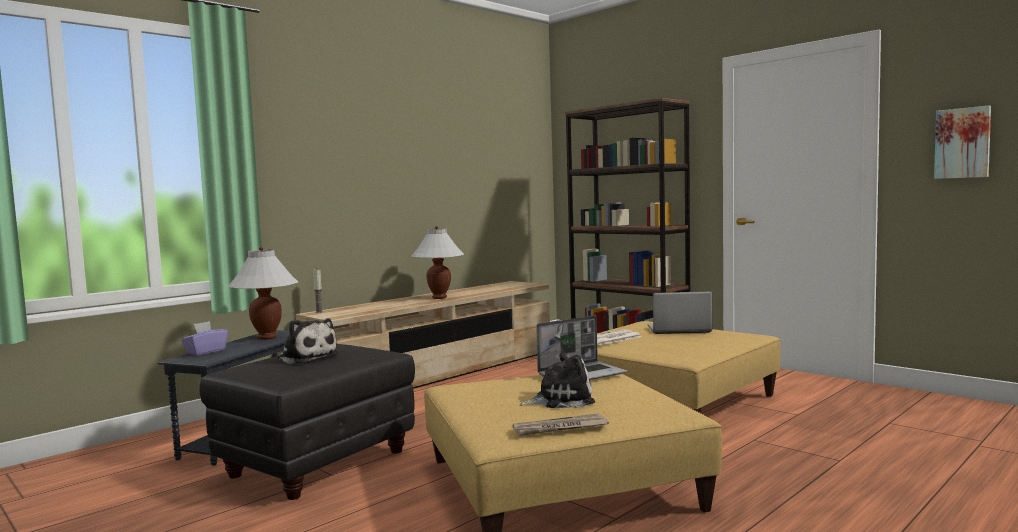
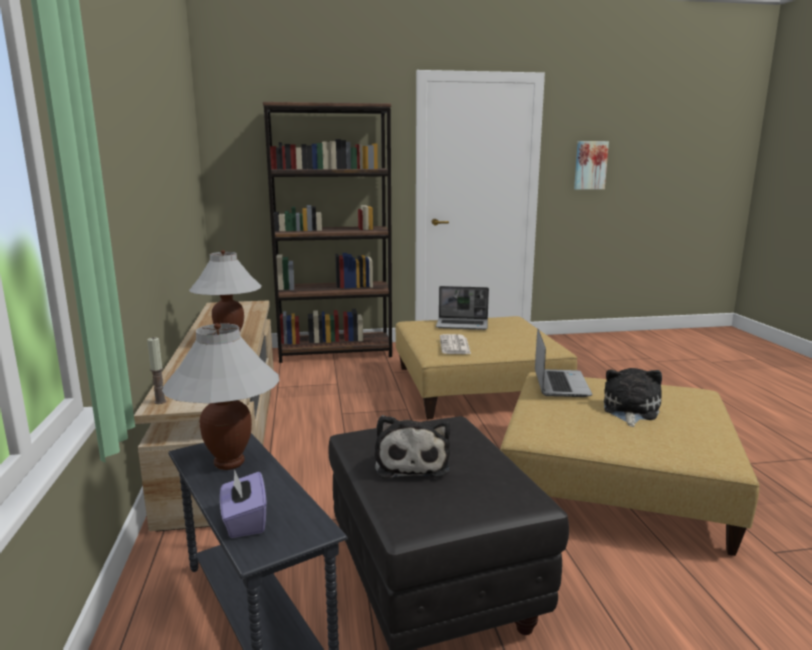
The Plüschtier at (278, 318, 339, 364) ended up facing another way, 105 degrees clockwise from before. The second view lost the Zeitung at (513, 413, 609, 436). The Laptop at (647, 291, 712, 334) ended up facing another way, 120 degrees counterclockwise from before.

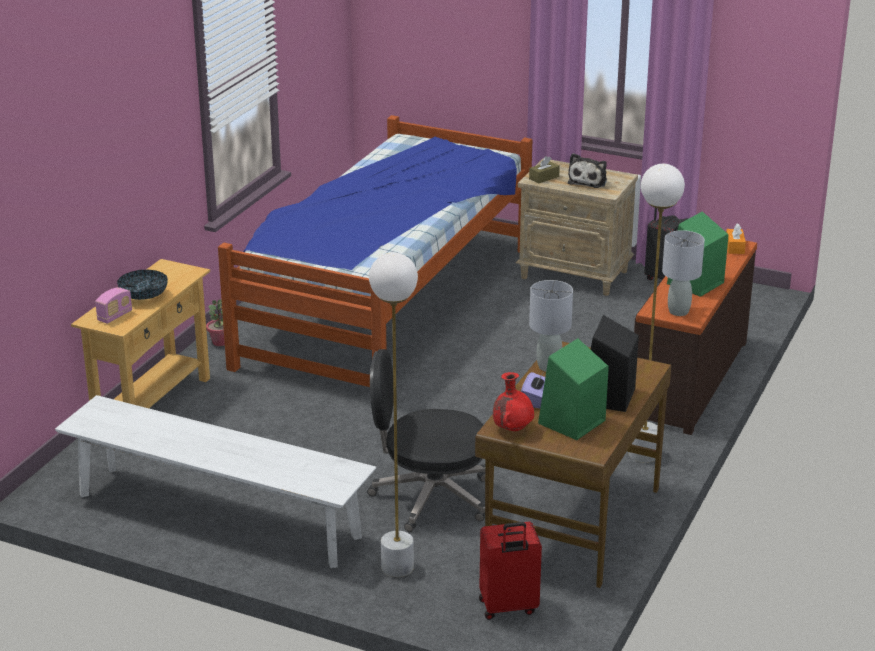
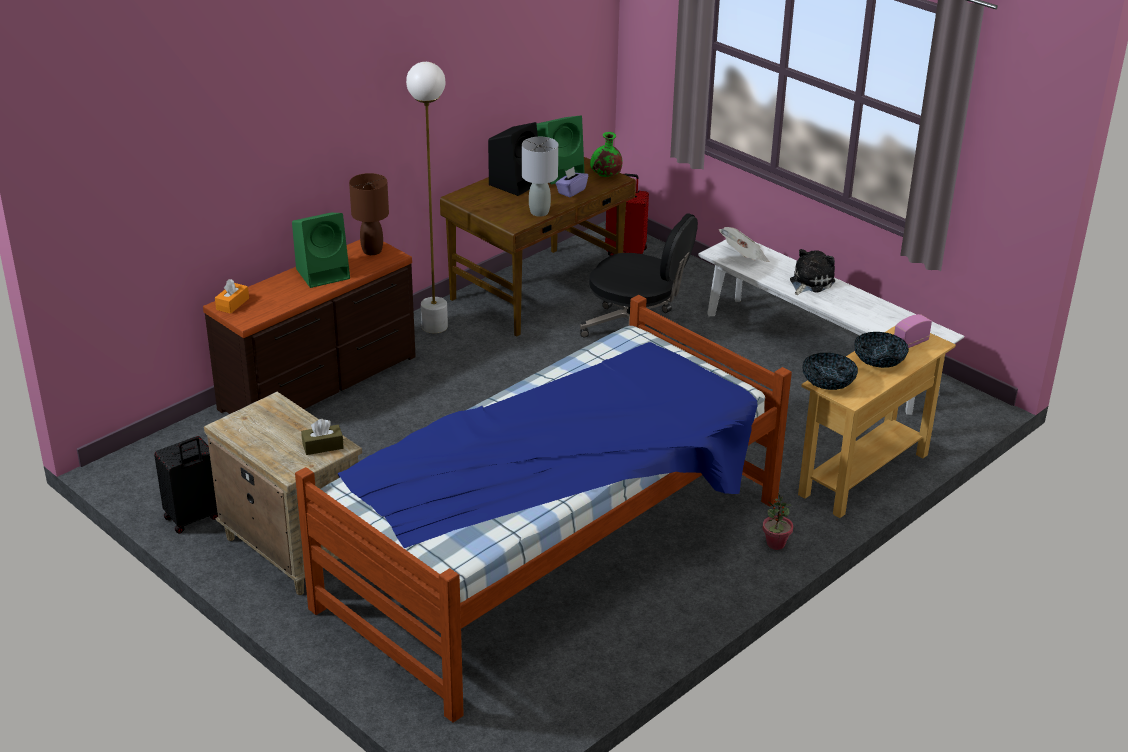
The second view lost the Stehlampe [weiß] at (369, 252, 418, 577). What was the Vase [rot] at (493, 372, 534, 431) turned into the Vase [grün] at (590, 132, 623, 177). The Plüschtier ended up elsewhere, having gone from (568, 153, 607, 188) to (790, 249, 835, 295). What was the Tischlampe [grau] at (662, 230, 705, 316) turned into the Tischlampe [braun] at (349, 173, 389, 255). The second view gained the Zeitung at (719, 227, 770, 262). The second view gained the Schüssel at (802, 353, 858, 390).

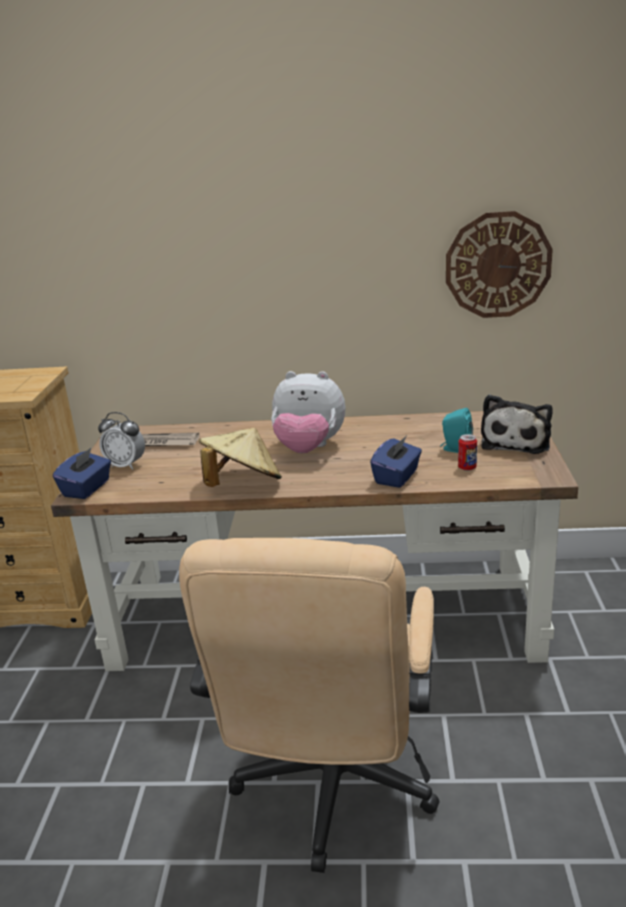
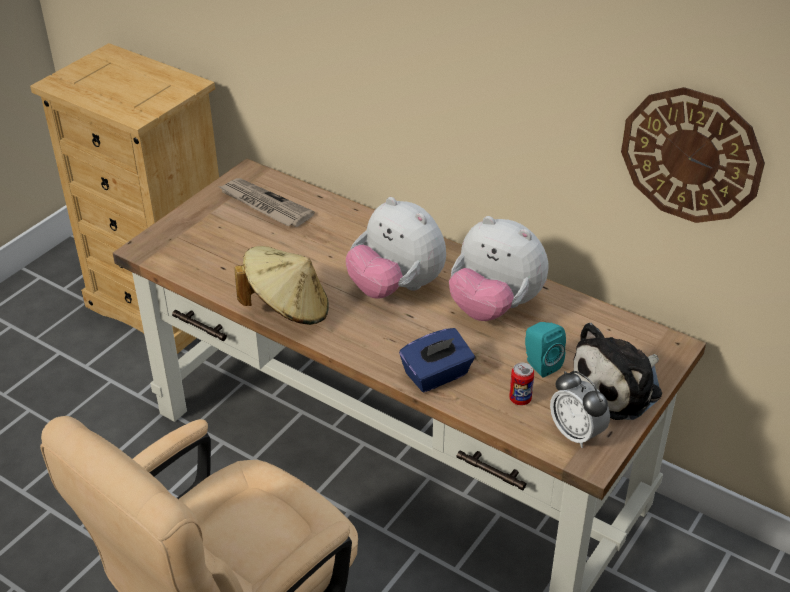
The second view lost the Taschentuchbox [blau] at (53, 448, 111, 499). The Wecker ended up elsewhere, having gone from (98, 412, 145, 470) to (550, 371, 610, 448). The second view gained the Plüschtier at (449, 216, 548, 321).

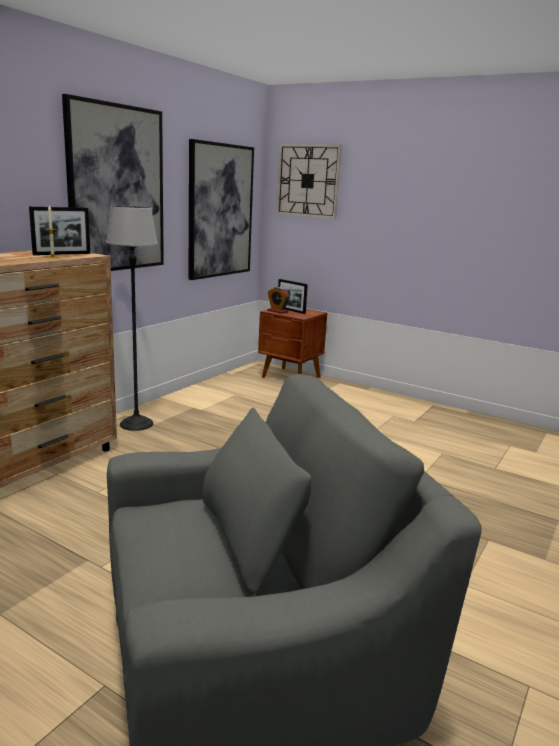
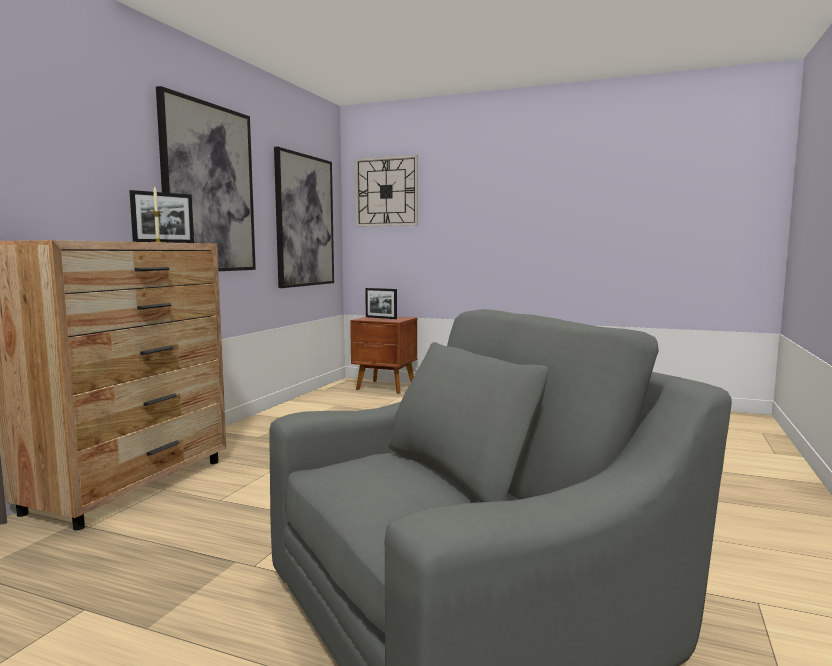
The second view lost the Stehlampe at (106, 206, 158, 431). The second view lost the Wecker at (268, 287, 290, 314).

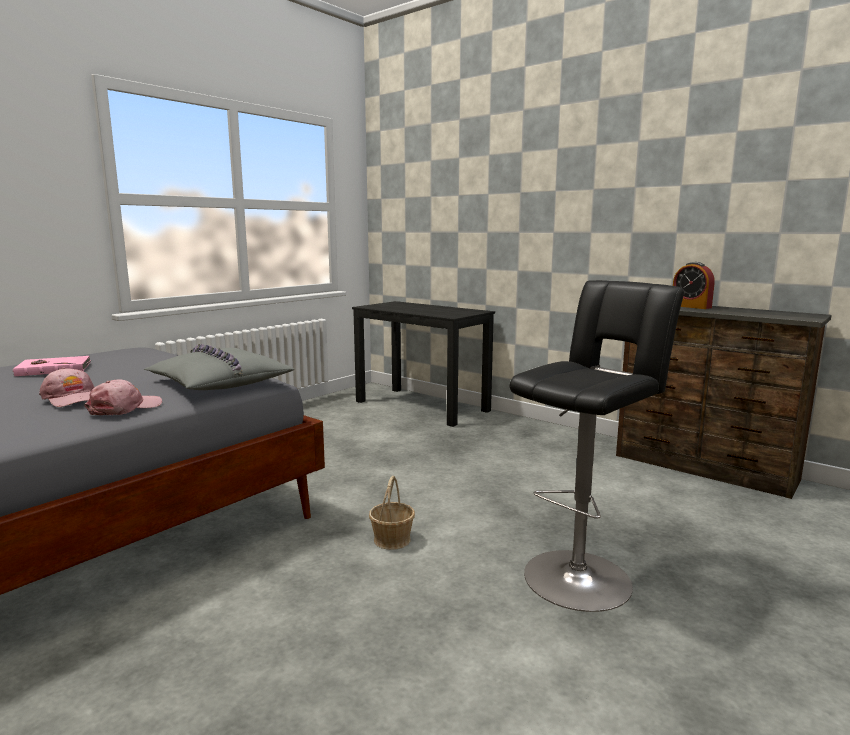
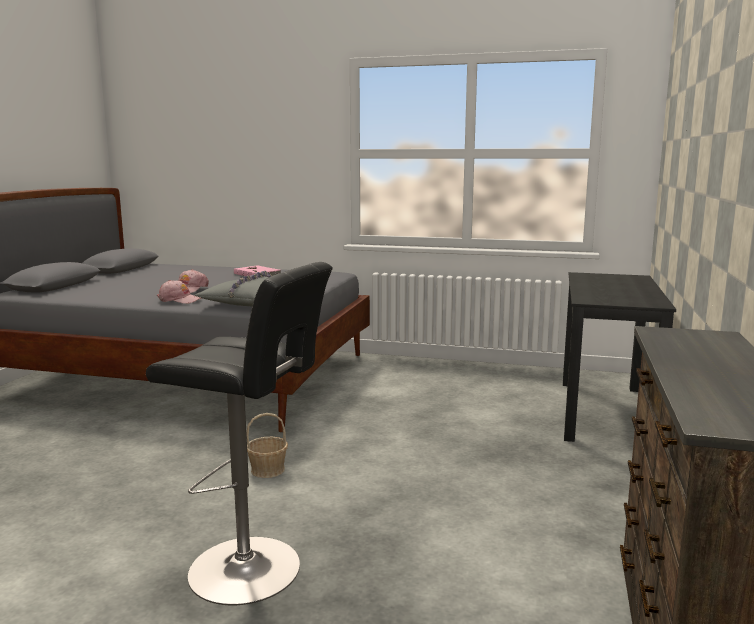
The second view lost the Wecker at (673, 262, 715, 309).

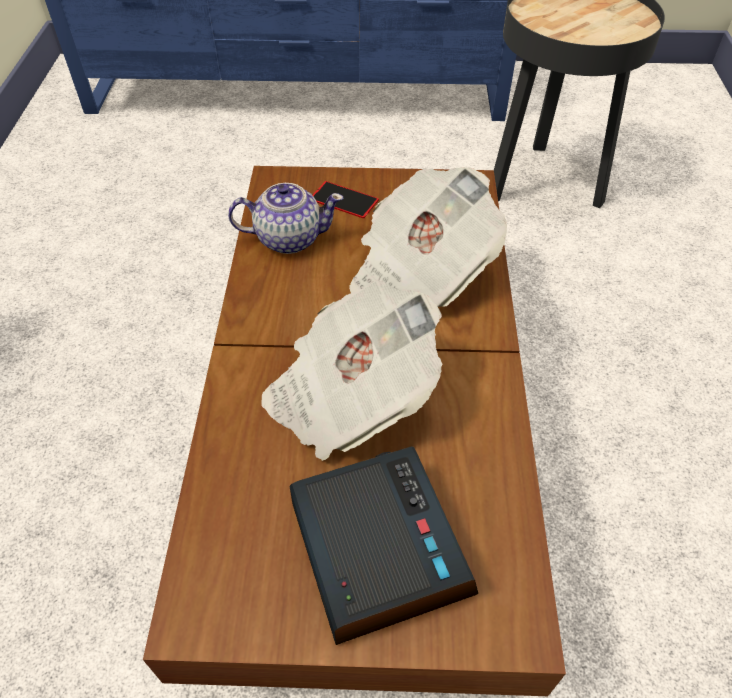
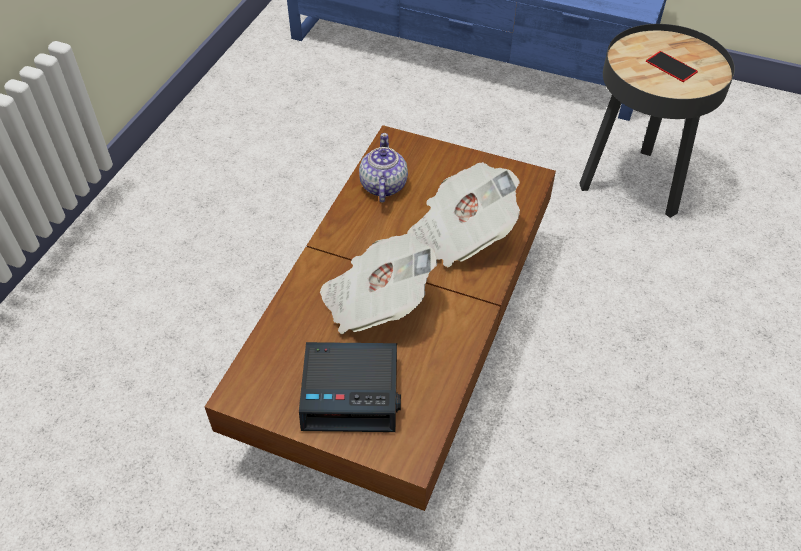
The Teekanne at (228, 183, 343, 254) ended up facing another way, 105 degrees counterclockwise from before. The Wecker at (289, 446, 478, 645) ended up facing another way, 90 degrees clockwise from before. The Handy ended up elsewhere, having gone from (313, 181, 379, 218) to (646, 51, 698, 82).

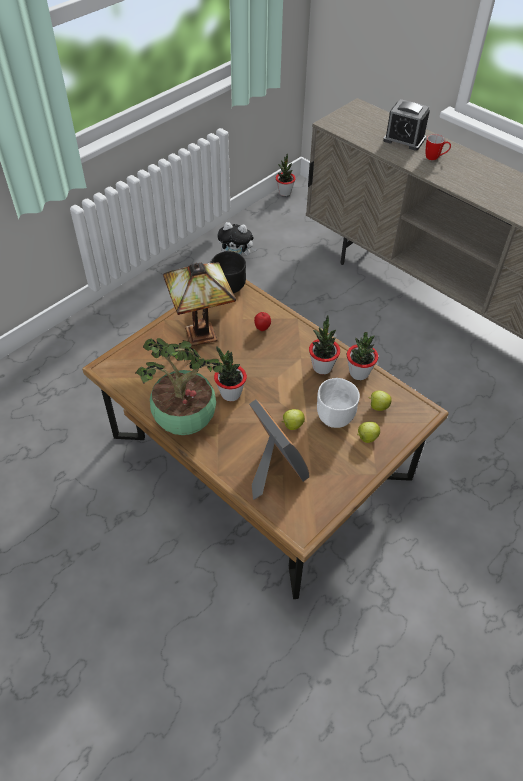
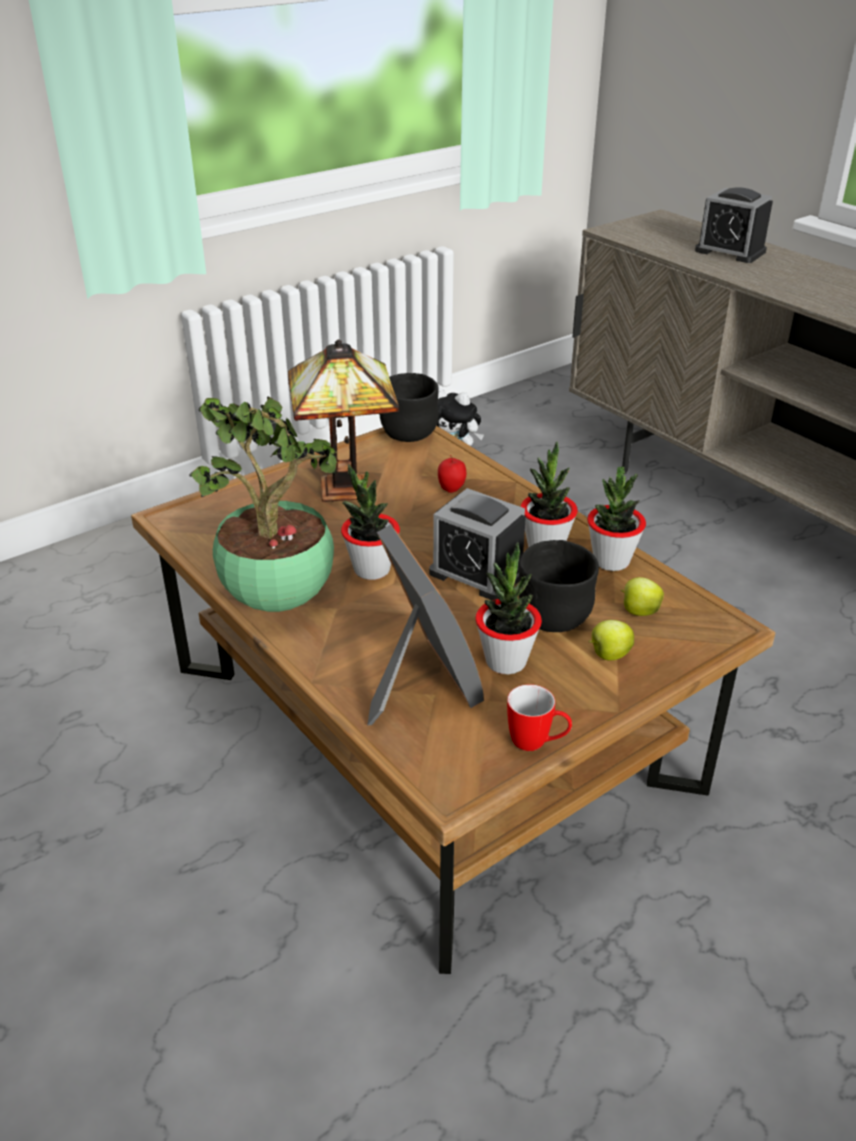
The Topfpflanze ended up elsewhere, having gone from (276, 154, 296, 196) to (475, 542, 542, 674). The second view lost the Apfel at (282, 409, 305, 430). What was the Schüssel [weiß] at (317, 378, 360, 428) turned into the Schüssel [schwarz] at (519, 540, 599, 632). The Henkelbecher ended up elsewhere, having gone from (426, 134, 451, 160) to (507, 684, 572, 751). The second view gained the Wecker at (429, 488, 526, 600).

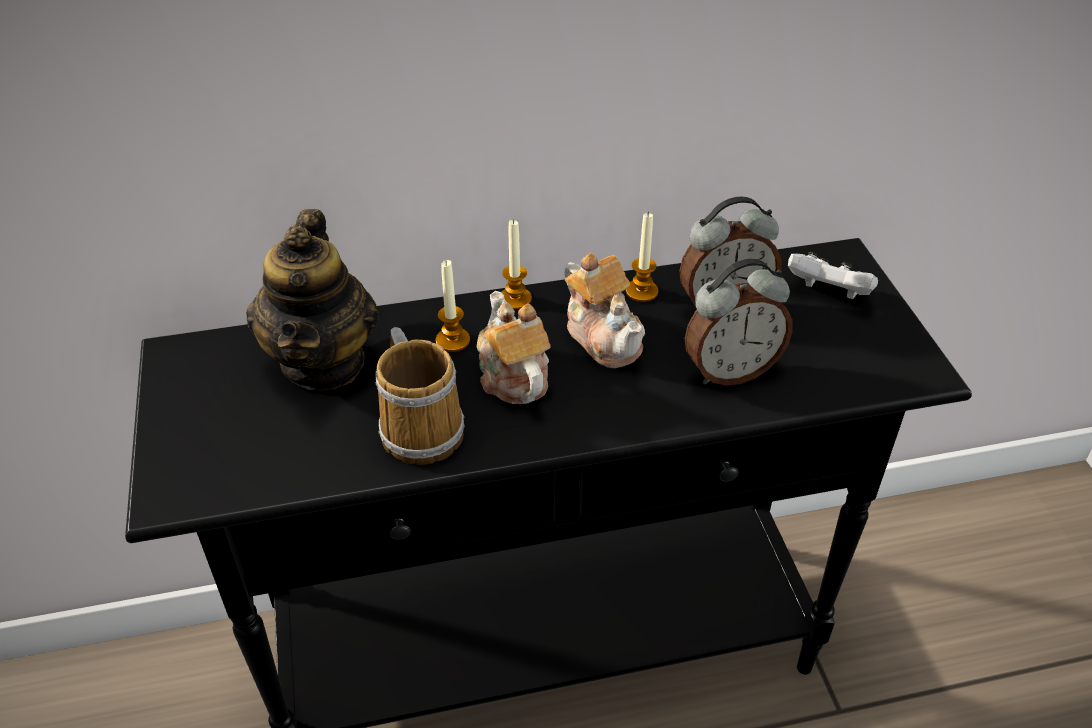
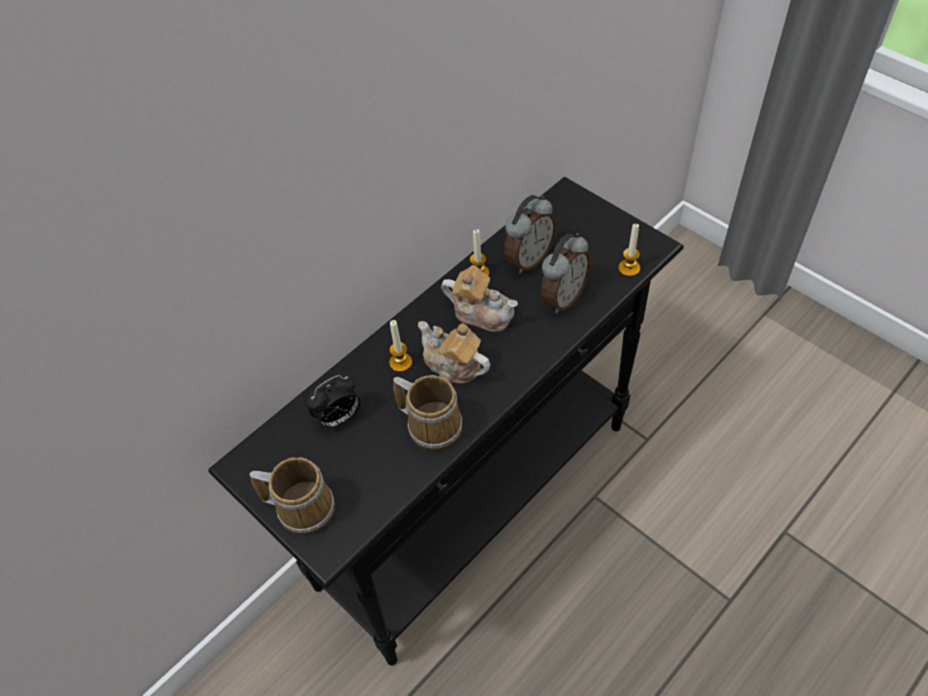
Where the Teekanne stood at (246, 209, 379, 391), the Wecker came to stand at (306, 373, 360, 429). The Kerze ended up elsewhere, having gone from (501, 219, 532, 310) to (618, 224, 640, 277). The second view lost the Gamepad [weiß] at (788, 252, 878, 299). The second view gained the Henkelbecher at (250, 457, 335, 536).

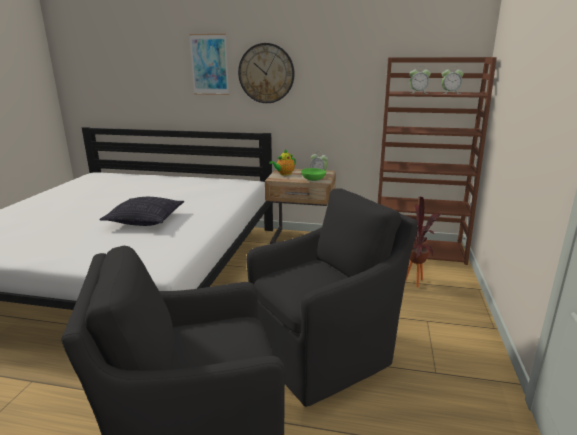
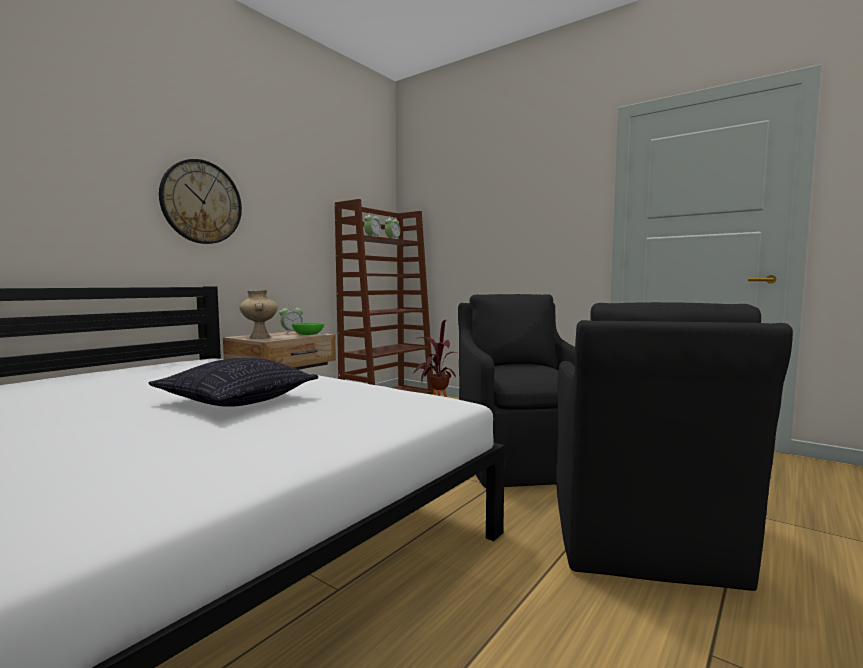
The second view lost the Bild at (189, 34, 229, 95). Where the Teekanne stood at (269, 149, 296, 176), the Vase [beige] came to stand at (239, 290, 278, 339).

